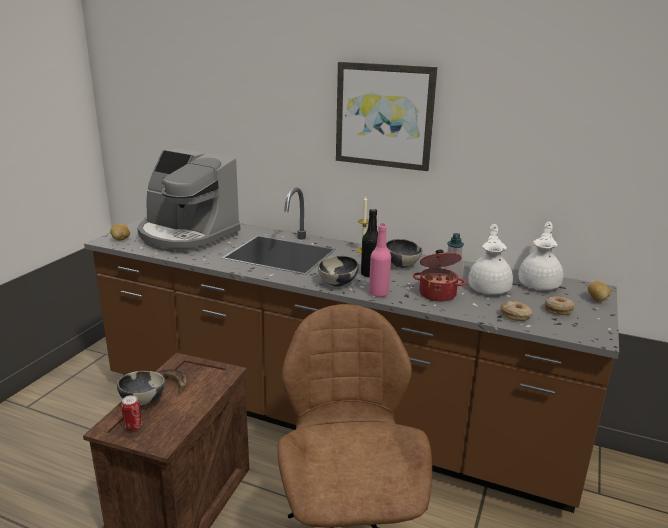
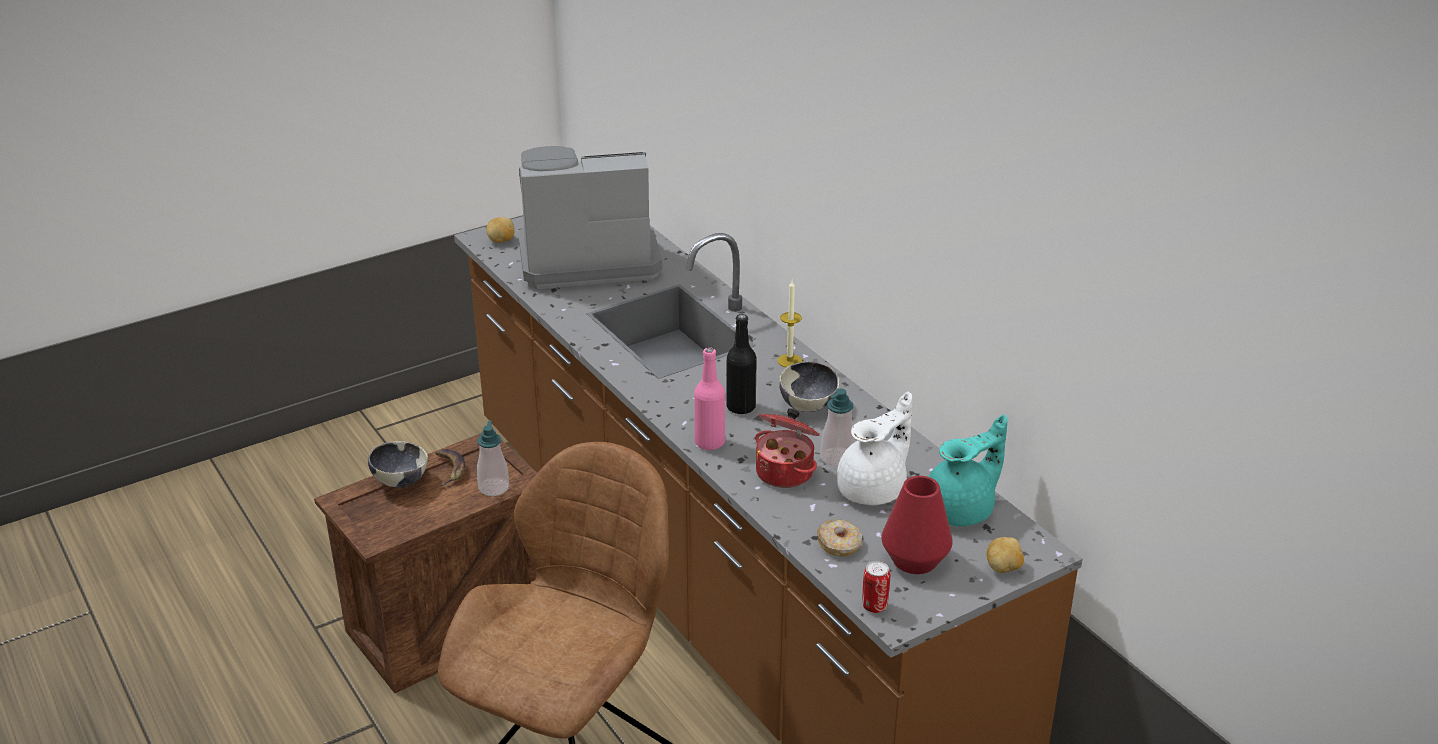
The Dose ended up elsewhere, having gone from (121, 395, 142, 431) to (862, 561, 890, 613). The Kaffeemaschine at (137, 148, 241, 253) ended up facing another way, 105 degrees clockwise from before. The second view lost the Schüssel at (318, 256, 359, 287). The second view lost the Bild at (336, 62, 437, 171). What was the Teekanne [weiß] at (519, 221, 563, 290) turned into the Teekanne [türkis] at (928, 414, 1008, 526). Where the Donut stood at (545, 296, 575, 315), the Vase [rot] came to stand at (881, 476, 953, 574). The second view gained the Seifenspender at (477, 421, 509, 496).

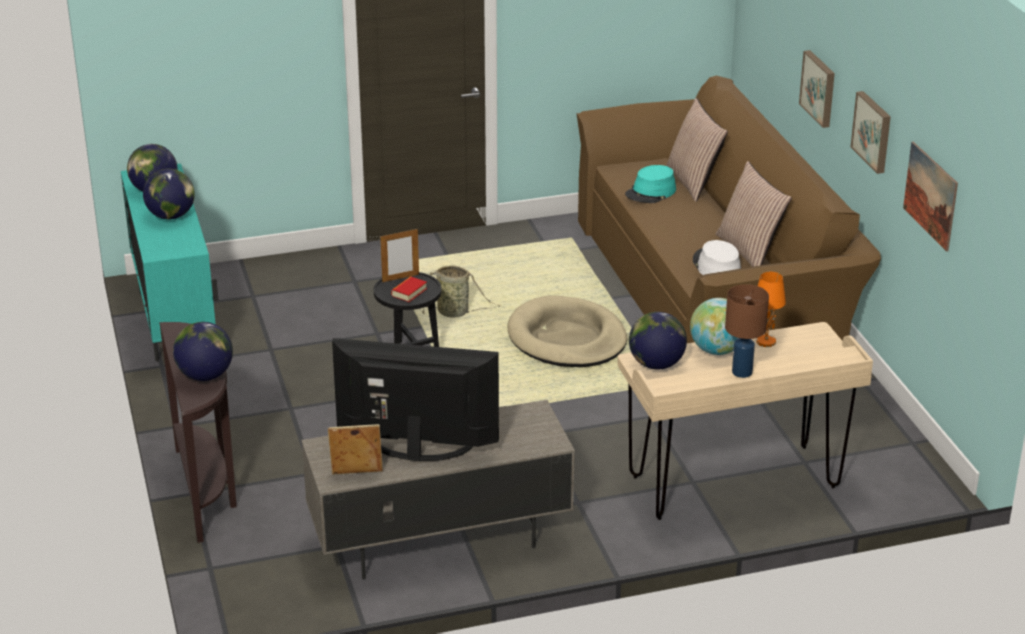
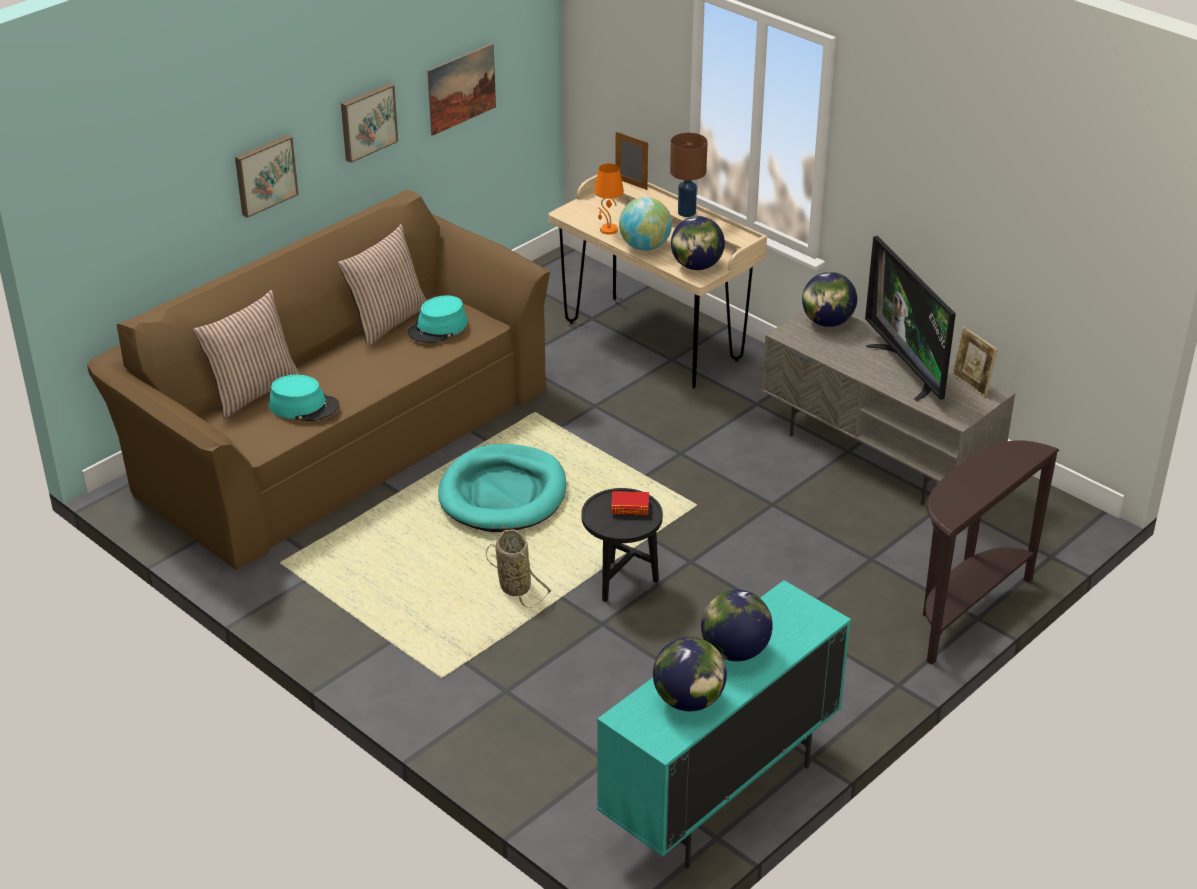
The Globus ended up elsewhere, having gone from (173, 322, 233, 381) to (802, 272, 857, 327). The Bilderrahmen ended up elsewhere, having gone from (380, 228, 419, 282) to (615, 132, 648, 190). What was the Hundebett [beige] at (508, 296, 627, 367) turned into the Hundebett [türkis] at (438, 444, 566, 532). What was the Hut [weiß] at (693, 240, 741, 275) turned into the Hut [türkis] at (407, 296, 468, 343).

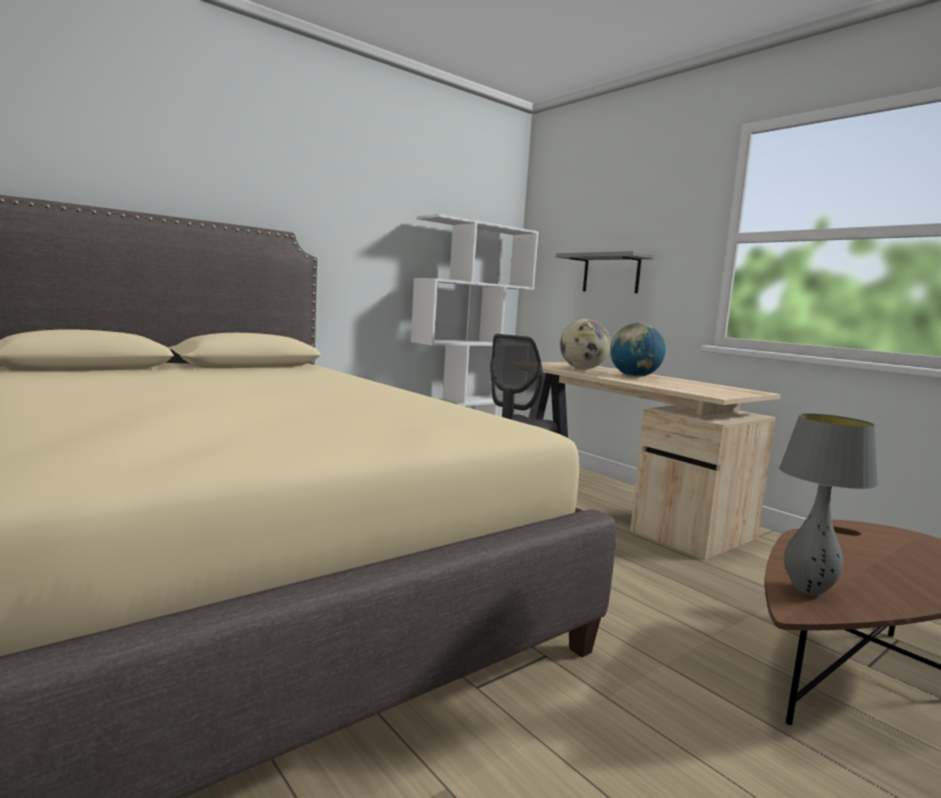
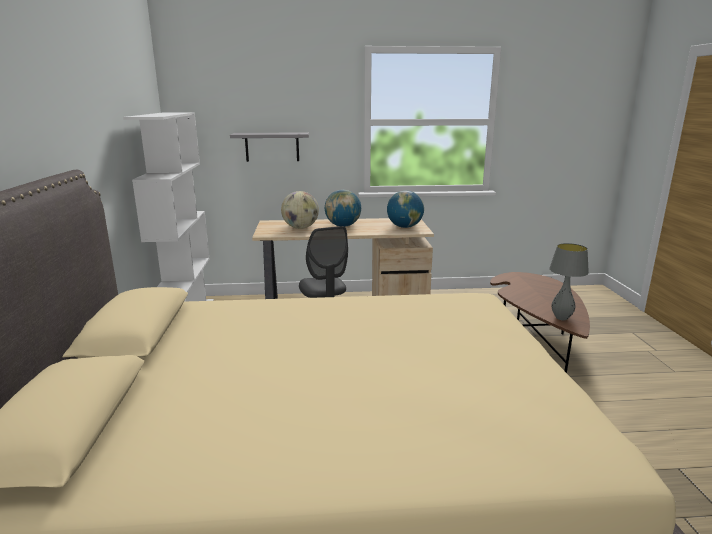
The second view gained the Globus at (387, 190, 424, 228).

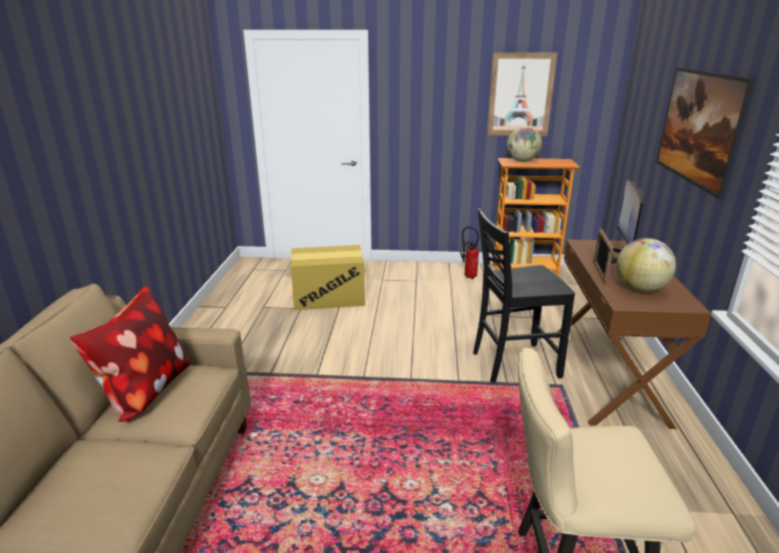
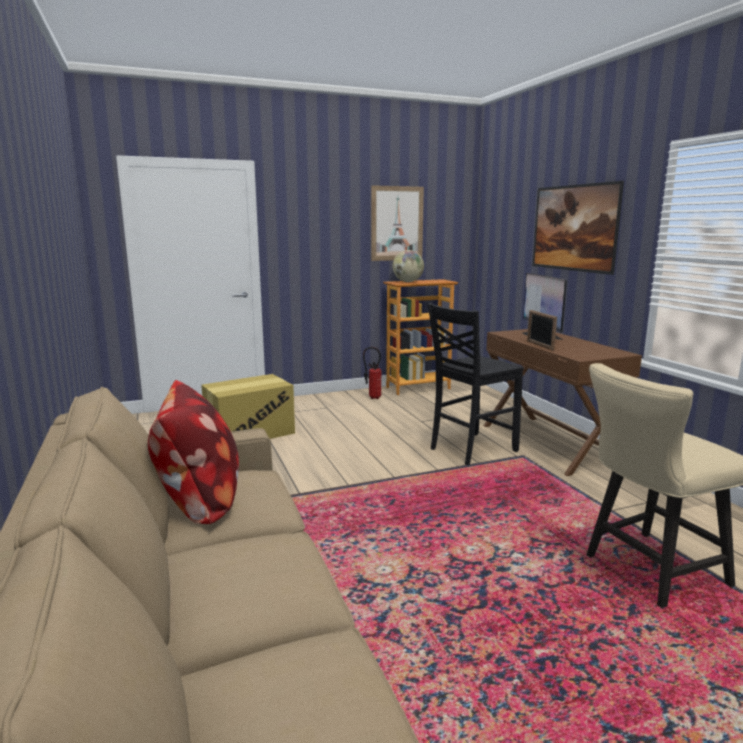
The second view lost the Globus at (616, 238, 676, 292).

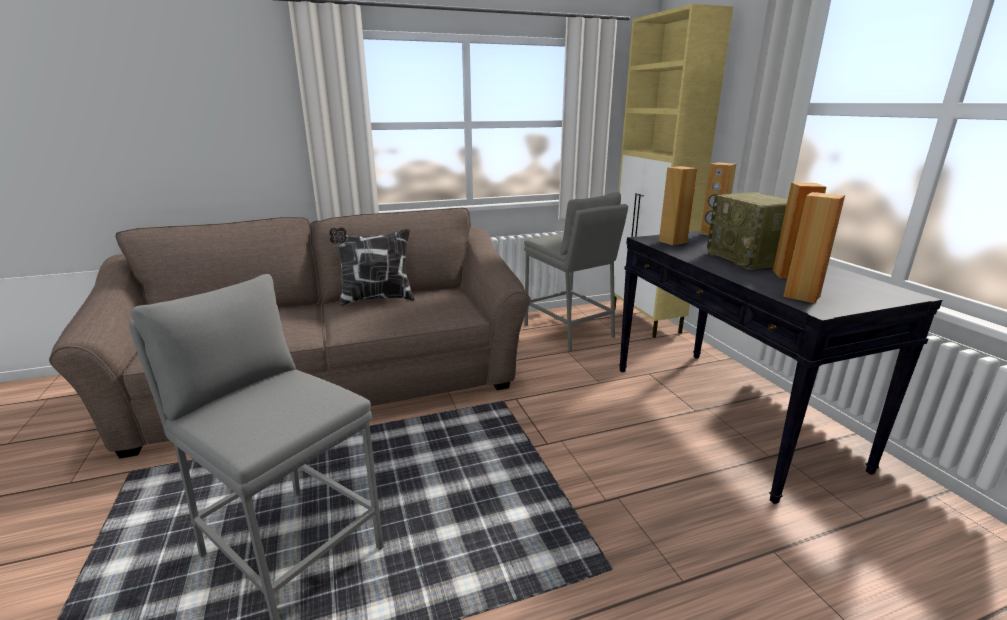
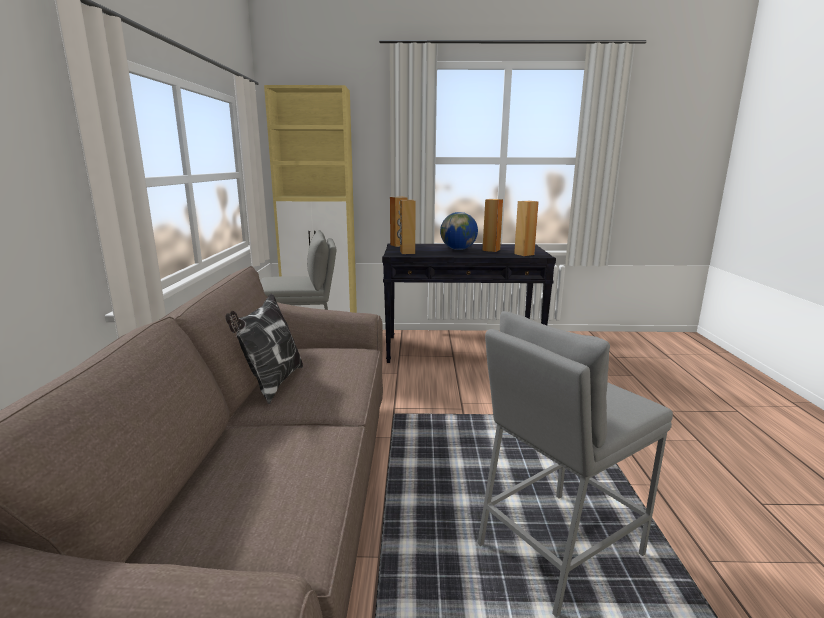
Where the Radio stood at (707, 192, 788, 270), the Globus came to stand at (440, 212, 478, 250).

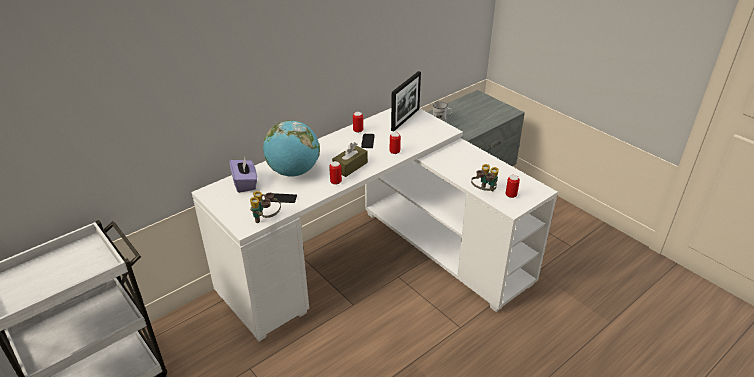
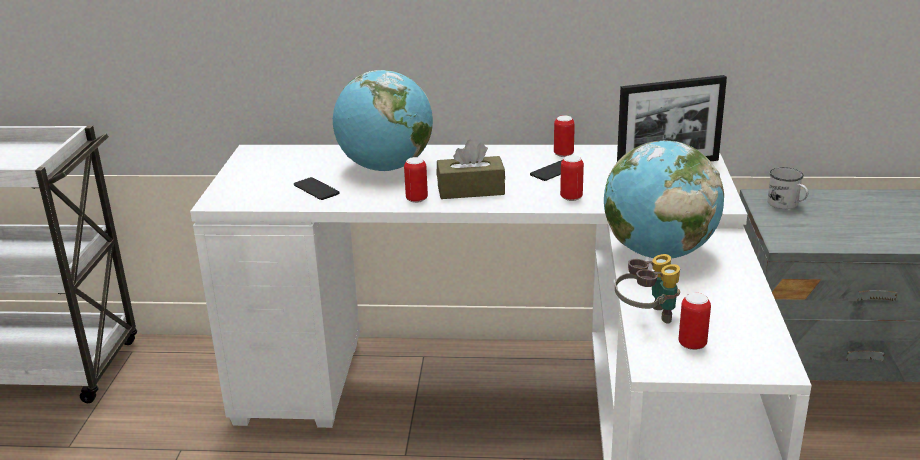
The second view lost the Taschentuchbox [lila] at (229, 157, 257, 193). The second view lost the Fernglas at (250, 191, 281, 223). The second view gained the Globus at (604, 140, 724, 258).

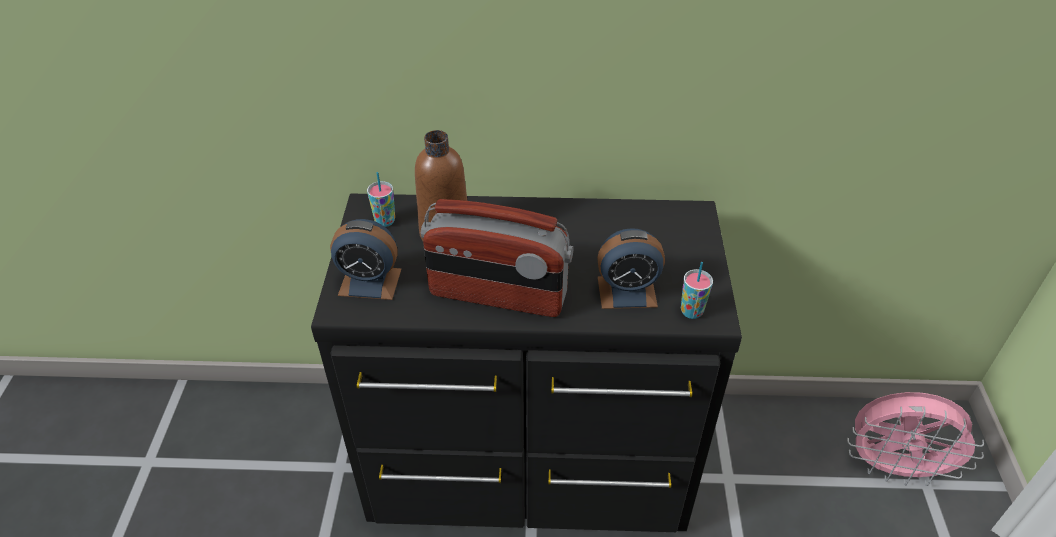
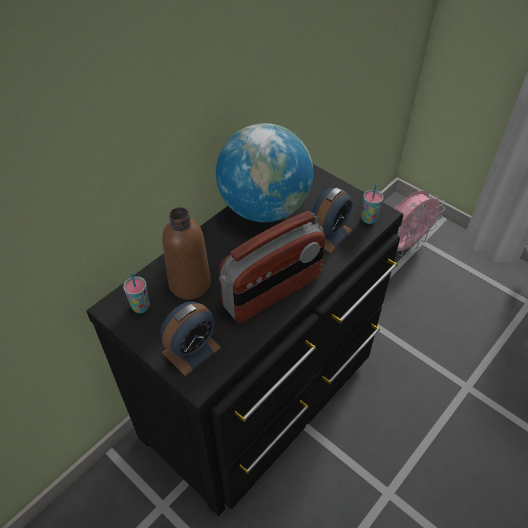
The second view gained the Globus at (216, 123, 313, 222).

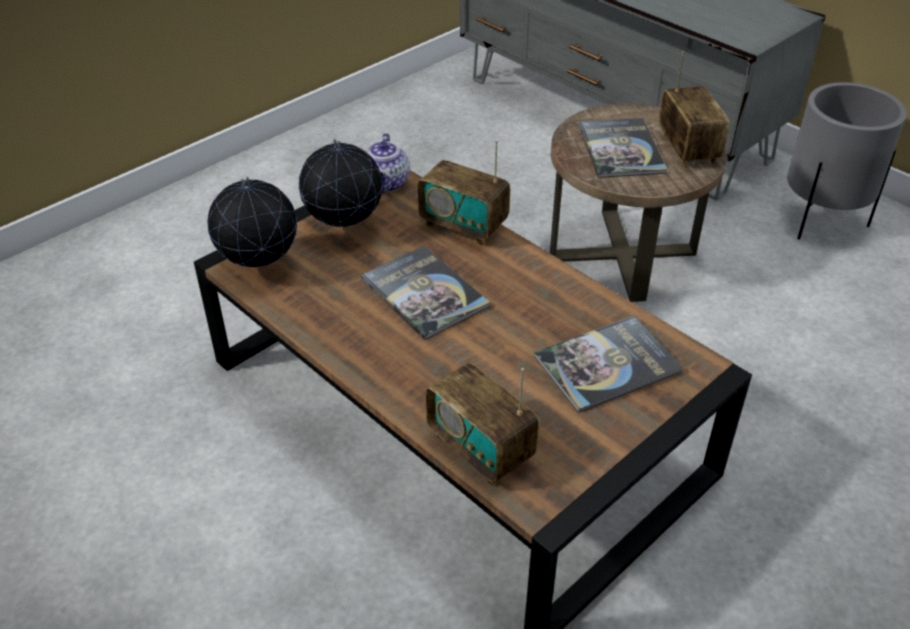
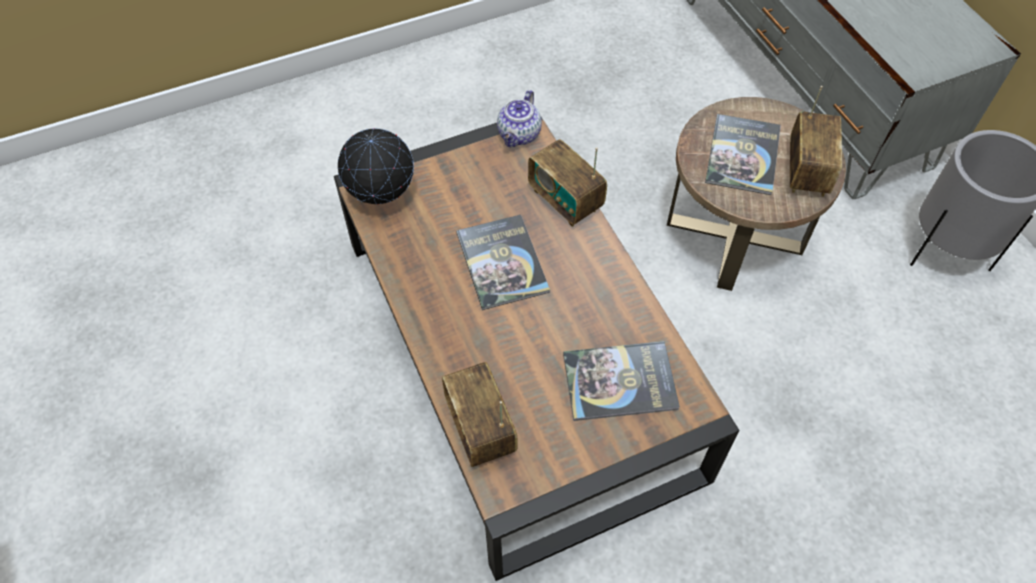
The second view lost the Globus at (299, 139, 383, 228).

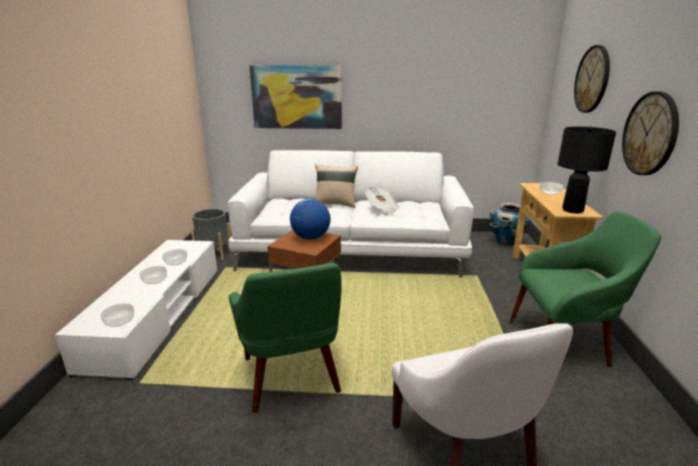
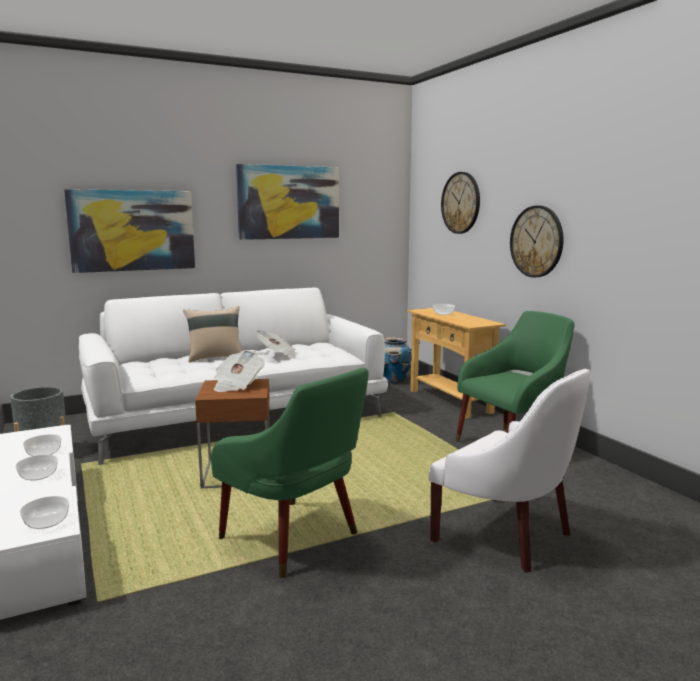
Where the Globus stood at (290, 199, 331, 240), the Zeitung came to stand at (214, 350, 265, 392). The second view lost the Tischlampe [schwarz] at (558, 126, 616, 213). The second view gained the Bild at (236, 164, 339, 240).

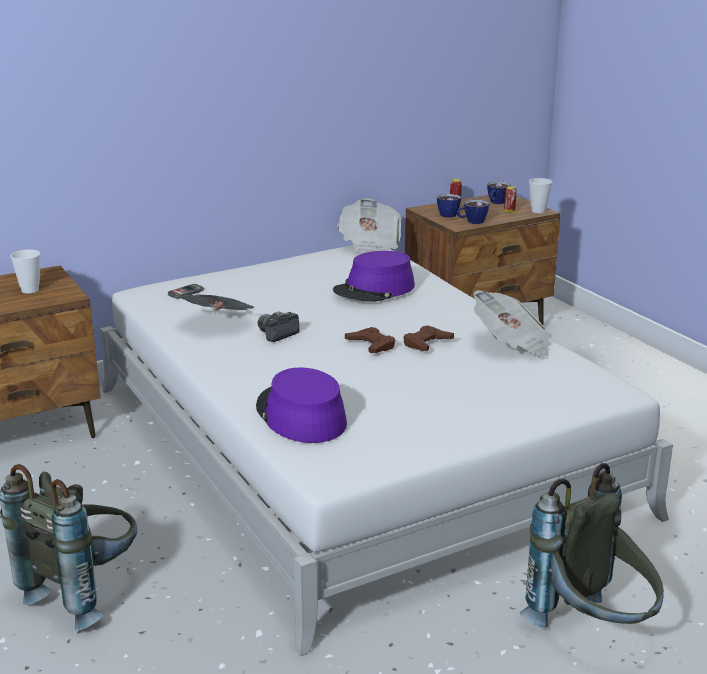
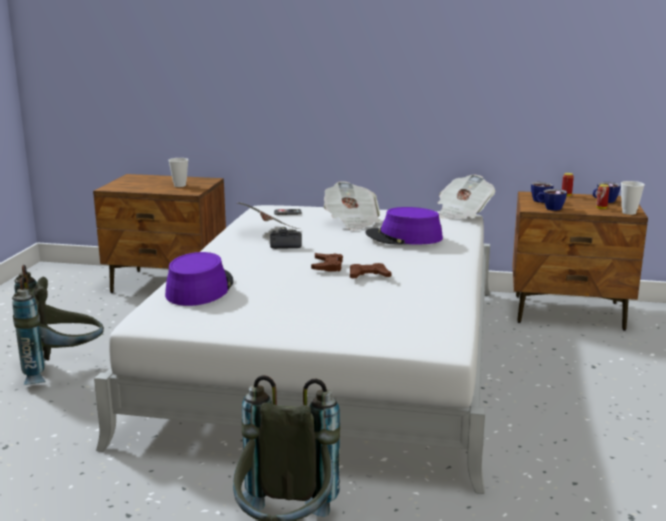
The Zeitung ended up elsewhere, having gone from (474, 290, 552, 359) to (323, 181, 381, 230).

